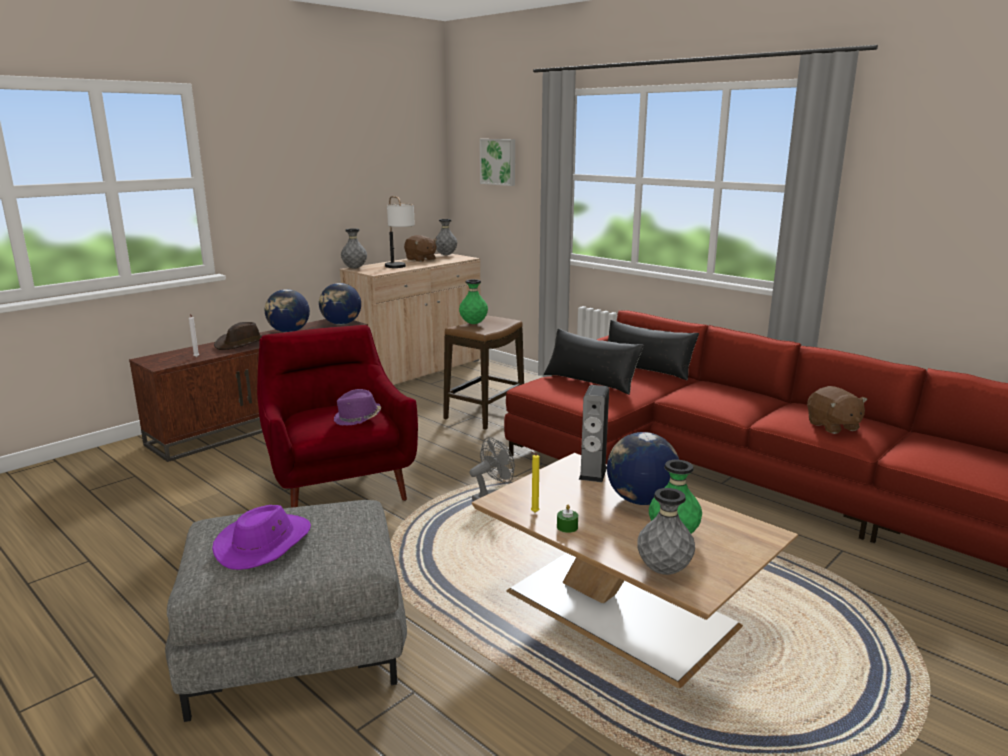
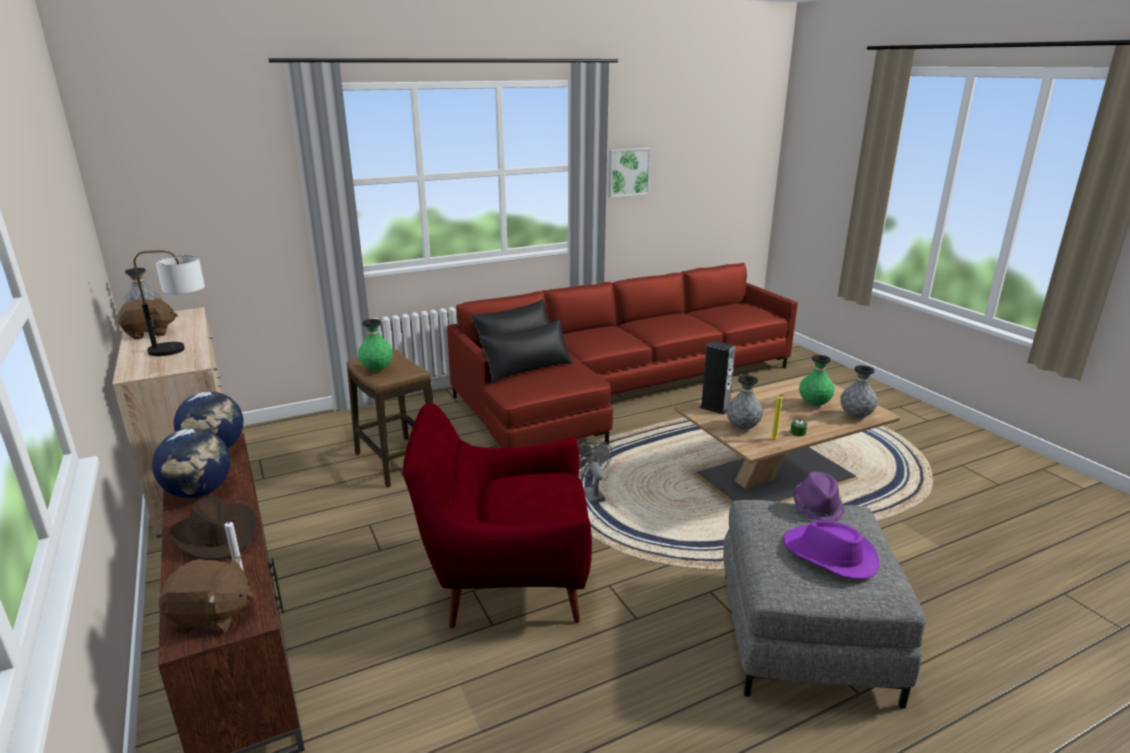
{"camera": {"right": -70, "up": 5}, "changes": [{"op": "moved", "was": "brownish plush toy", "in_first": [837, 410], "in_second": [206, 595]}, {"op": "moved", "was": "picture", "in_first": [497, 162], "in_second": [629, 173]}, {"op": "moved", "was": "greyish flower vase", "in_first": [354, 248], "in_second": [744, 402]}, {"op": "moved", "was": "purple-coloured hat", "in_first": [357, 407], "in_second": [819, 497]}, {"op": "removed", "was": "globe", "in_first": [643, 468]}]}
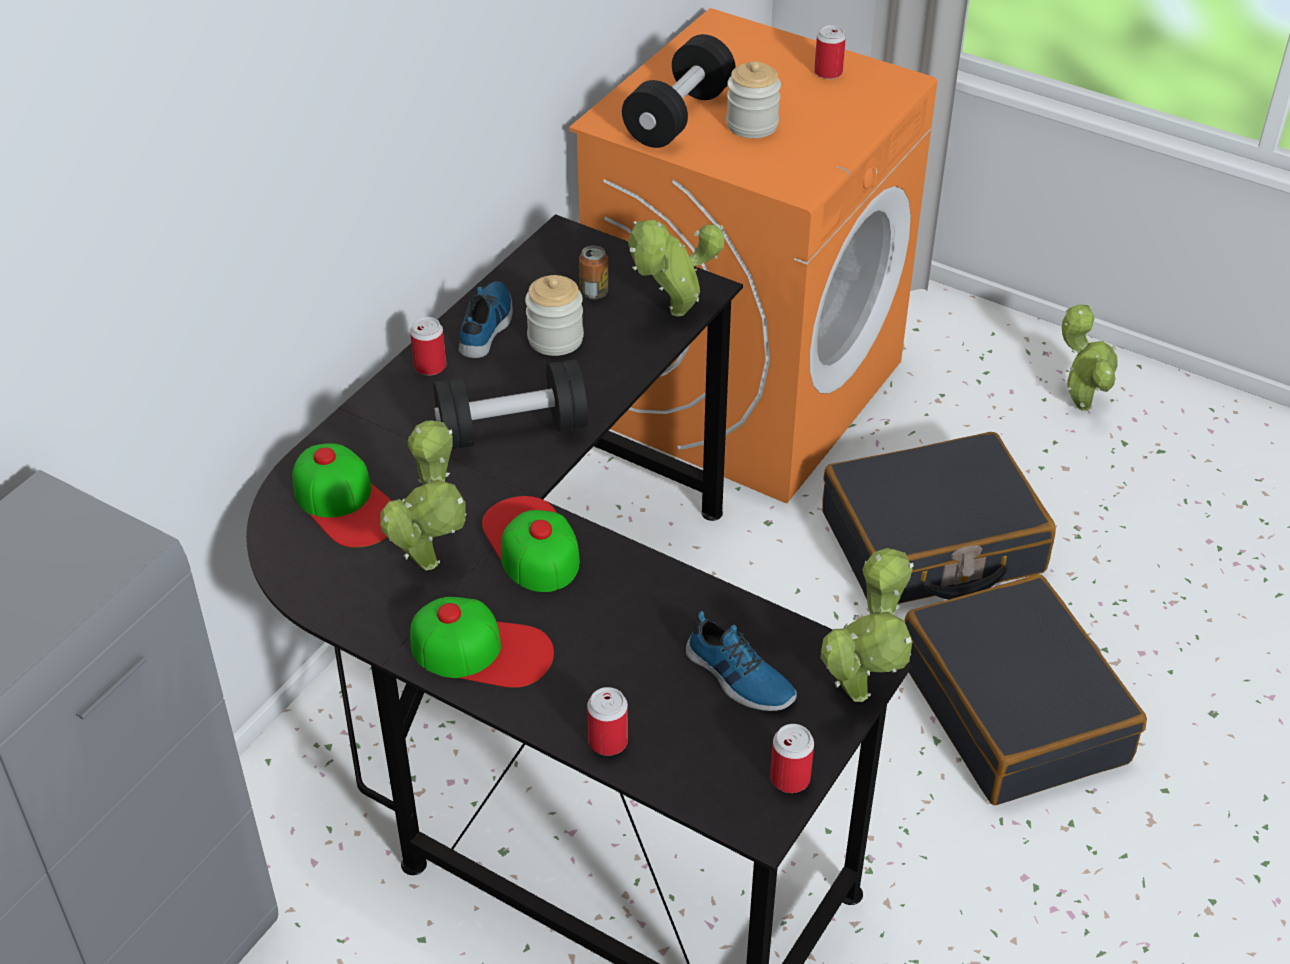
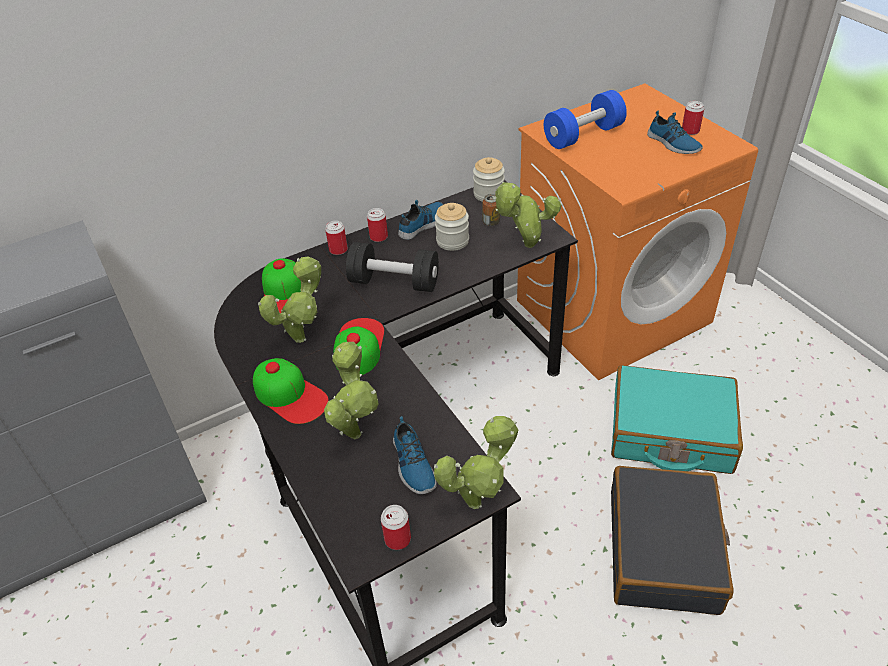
{"camera": {"right": 30, "up": 0}, "changes": [{"op": "moved", "was": "houseplant", "in_first": [1090, 357], "in_second": [351, 391]}, {"op": "moved", "was": "can", "in_first": [607, 721], "in_second": [336, 238]}, {"op": "moved", "was": "jar", "in_first": [753, 99], "in_second": [489, 179]}, {"op": "recoloured", "was": "black dumbbell", "now": "blue dumbbell", "in_first": [679, 91], "in_second": [585, 119]}, {"op": "recoloured", "was": "black travel case", "now": "turquoise travel case", "in_first": [939, 518], "in_second": [677, 419]}, {"op": "added", "now": "item of footwear", "in_second": [675, 132]}]}
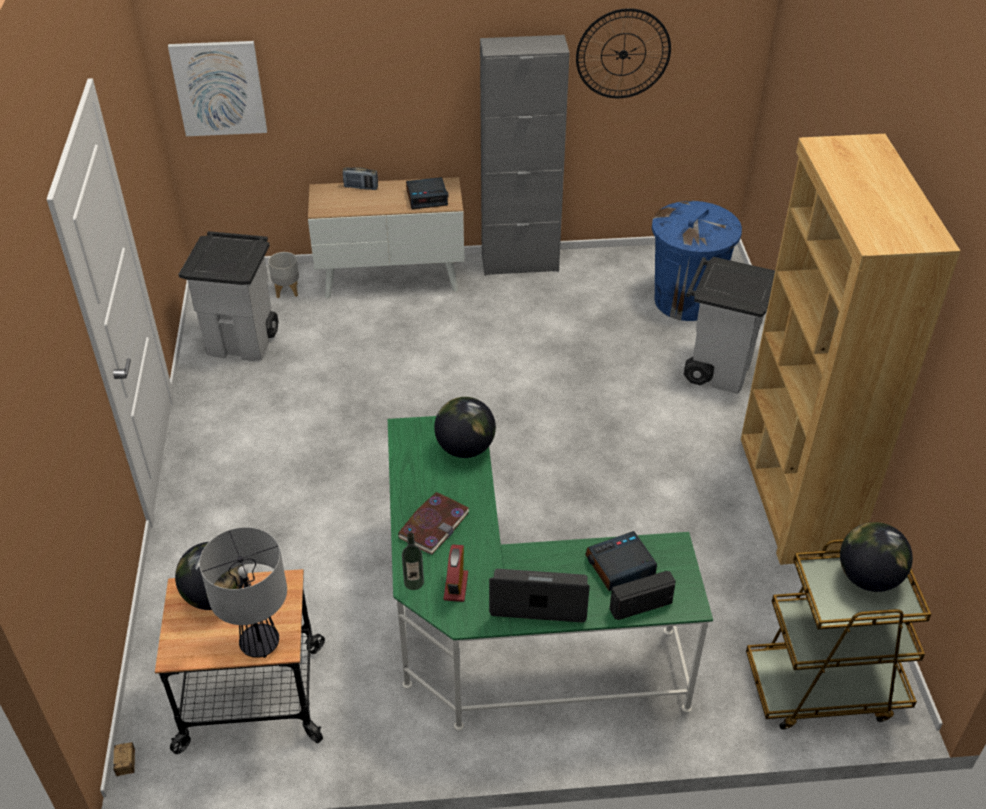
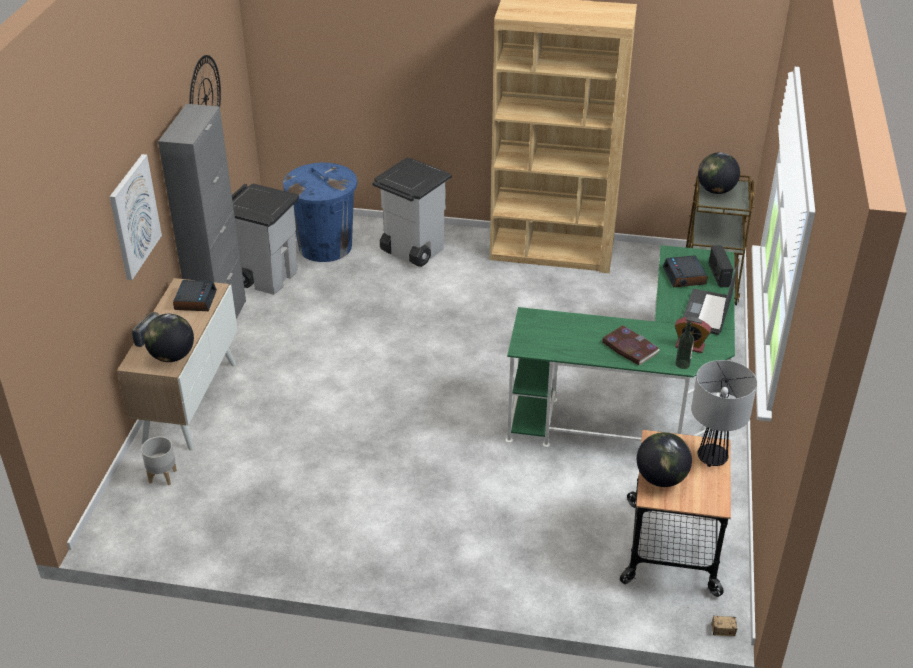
{"camera": {"right": -75, "up": -5}, "changes": [{"op": "moved", "was": "picture", "in_first": [217, 88], "in_second": [136, 217]}, {"op": "moved", "was": "globe", "in_first": [465, 427], "in_second": [169, 338]}, {"op": "moved", "was": "greyish trash can", "in_first": [228, 296], "in_second": [265, 239]}]}
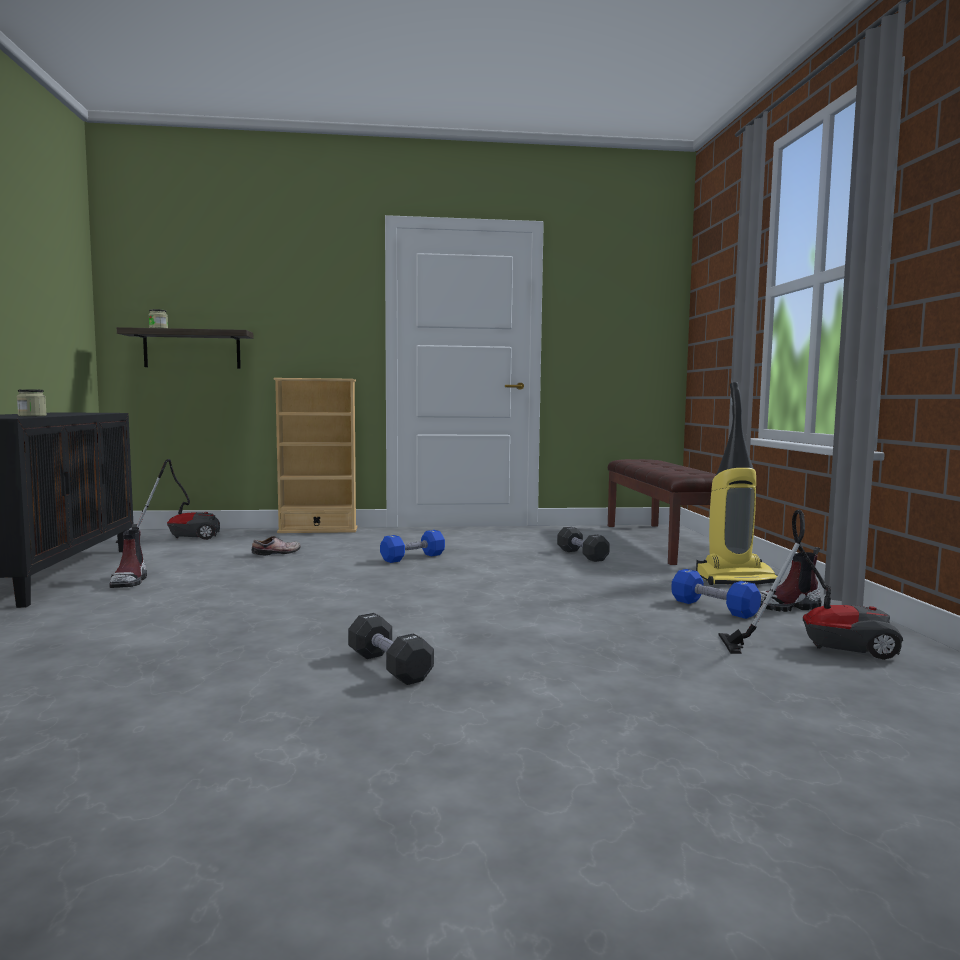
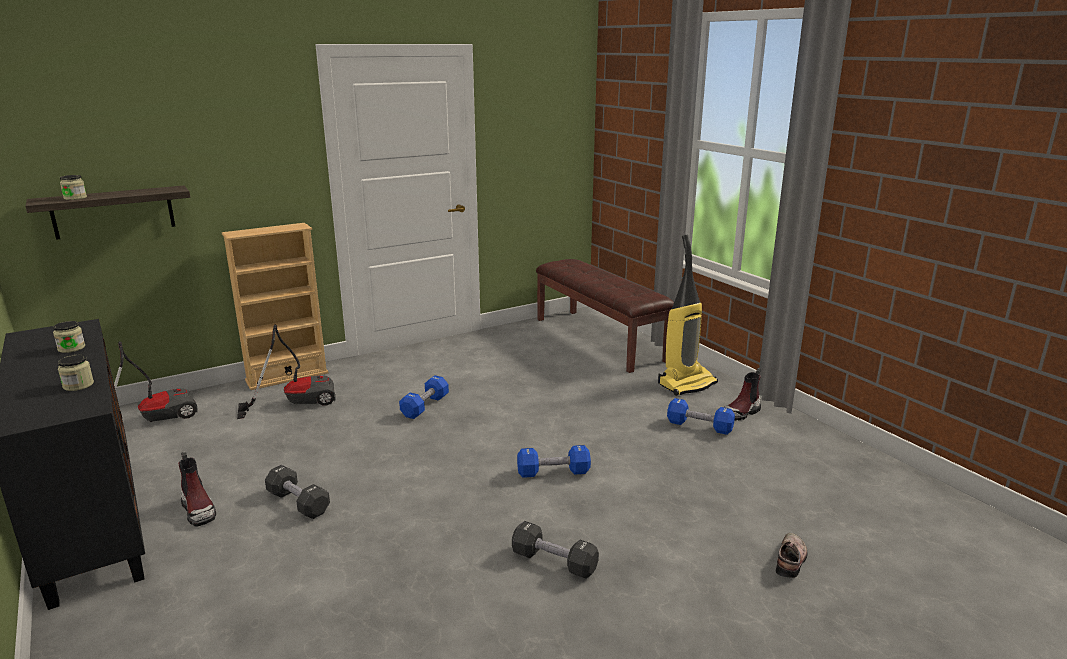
{"camera": {"right": -25, "up": 15}, "changes": [{"op": "added", "now": "jar", "in_second": [69, 337]}, {"op": "moved", "was": "hoover", "in_first": [810, 584], "in_second": [286, 371]}, {"op": "moved", "was": "black dumbbell", "in_first": [583, 544], "in_second": [297, 492]}, {"op": "added", "now": "blue dumbbell", "in_second": [554, 461]}, {"op": "moved", "was": "item of footwear", "in_first": [276, 546], "in_second": [792, 555]}]}
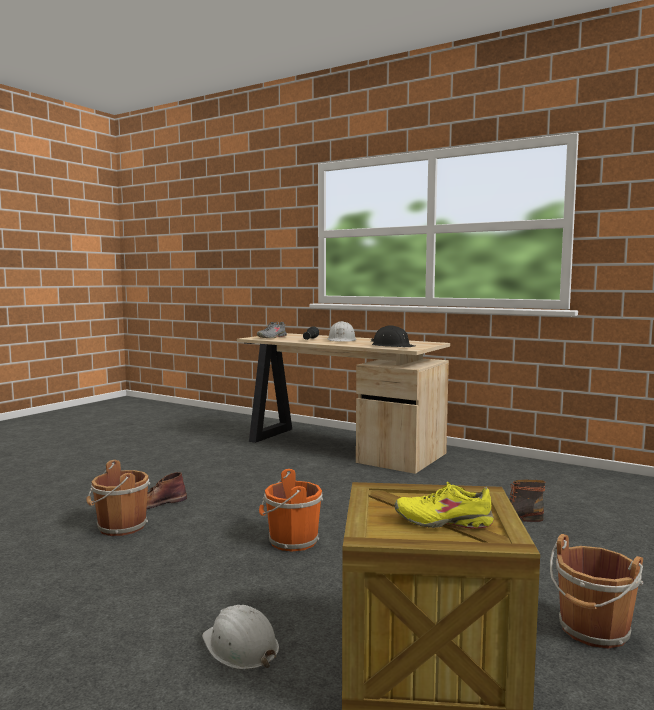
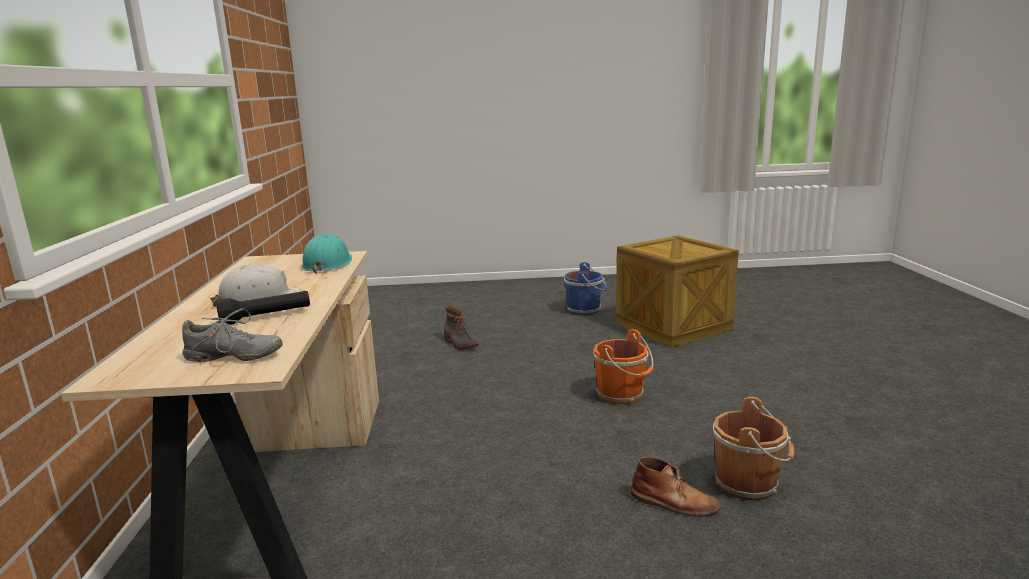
{"camera": {"right": -125, "up": 10}, "changes": [{"op": "recoloured", "was": "black work helmet", "now": "turquoise work helmet", "in_first": [393, 336], "in_second": [326, 254]}, {"op": "recoloured", "was": "brownish pail", "now": "blue pail", "in_first": [596, 591], "in_second": [585, 288]}, {"op": "removed", "was": "whitish work helmet", "in_first": [240, 637]}, {"op": "removed", "was": "yellow item of footwear", "in_first": [444, 505]}]}
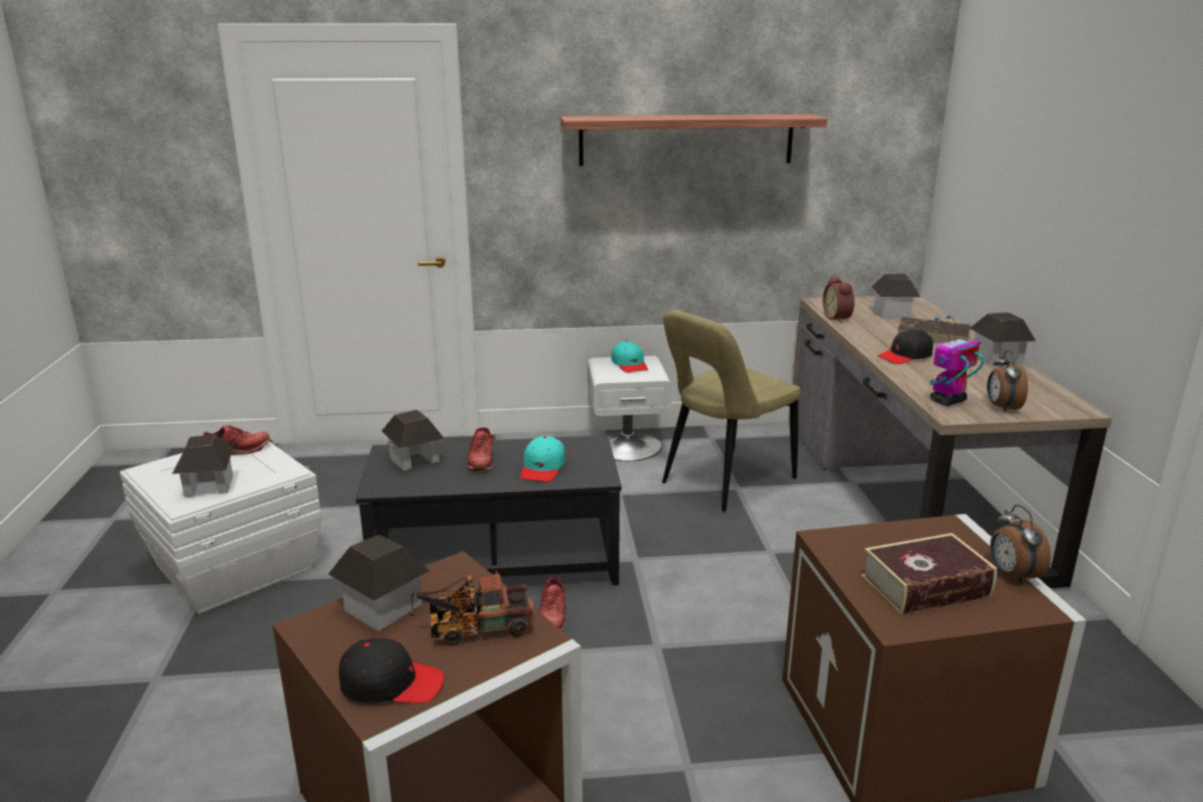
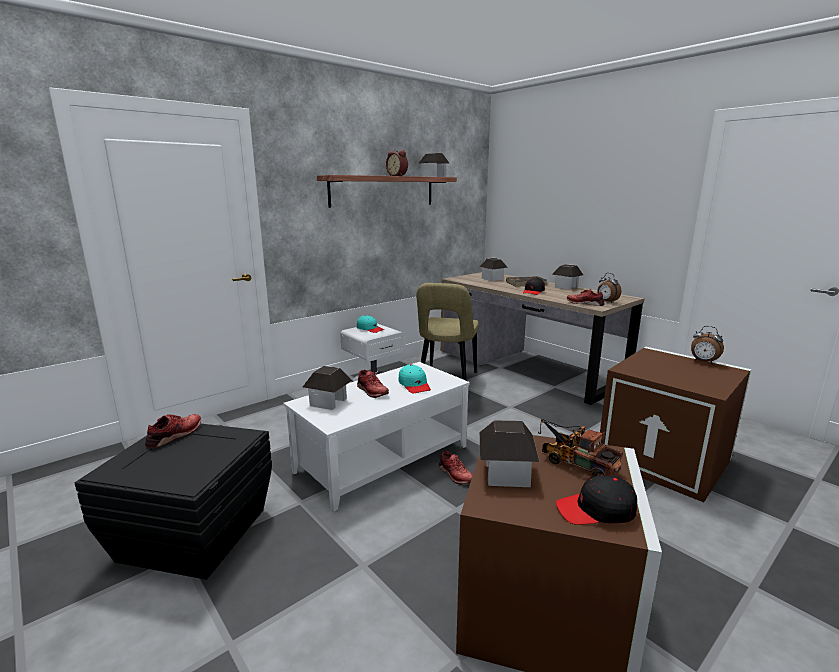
{"camera": {"right": -35, "up": -5}, "changes": [{"op": "recoloured", "was": "whitish storage box", "now": "black storage box", "in_first": [221, 523], "in_second": [173, 502]}, {"op": "recoloured", "was": "black lounge table", "now": "whitish lounge table", "in_first": [489, 510], "in_second": [377, 437]}, {"op": "moved", "was": "alarm clock", "in_first": [839, 299], "in_second": [397, 163]}, {"op": "moved", "was": "model house", "in_first": [203, 466], "in_second": [434, 165]}, {"op": "turned", "was": "toy truck", "in_first": [472, 608], "in_second": [580, 448], "clockwise": 90}, {"op": "turned", "was": "black peaked cap", "in_first": [391, 671], "in_second": [596, 500], "clockwise": -150}, {"op": "replaced", "was": "robot figure", "now": "red item of footwear", "in_first": [957, 360], "in_second": [586, 297]}, {"op": "removed", "was": "book", "in_first": [929, 574]}]}
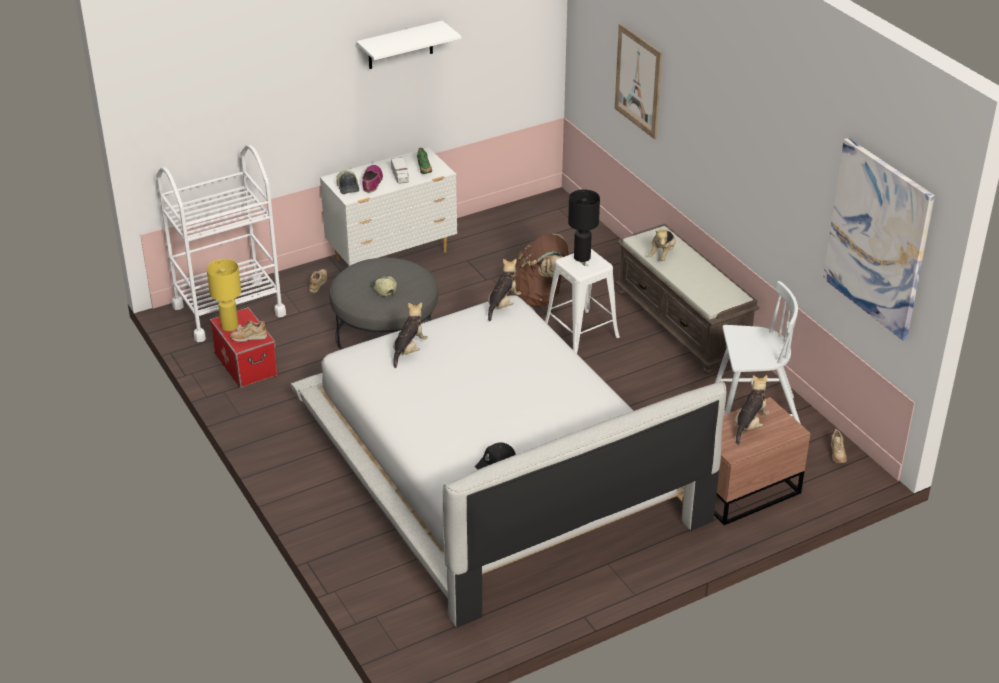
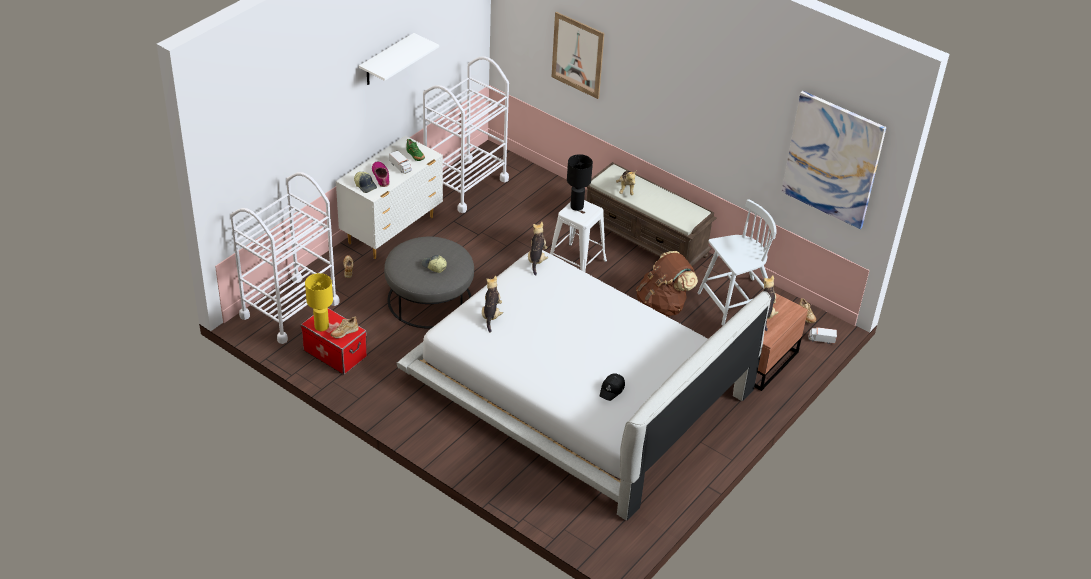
{"camera": {"right": -25, "up": 5}, "changes": [{"op": "added", "now": "whitish trolley", "in_second": [466, 134]}, {"op": "moved", "was": "brownish backpack", "in_first": [539, 270], "in_second": [667, 284]}, {"op": "added", "now": "toy truck", "in_second": [822, 335]}]}
